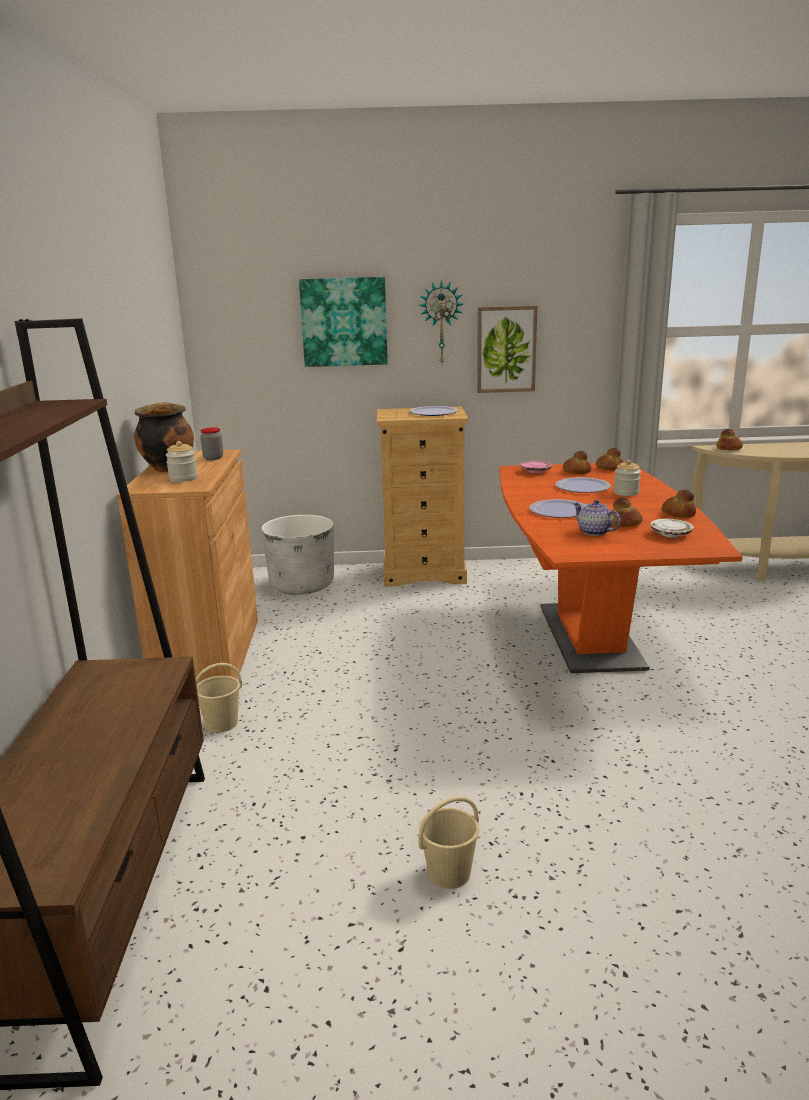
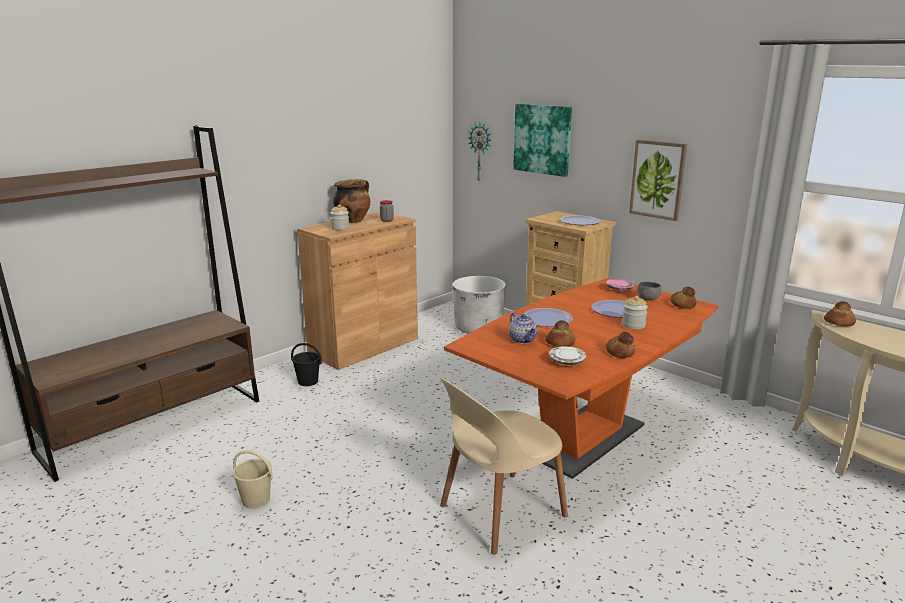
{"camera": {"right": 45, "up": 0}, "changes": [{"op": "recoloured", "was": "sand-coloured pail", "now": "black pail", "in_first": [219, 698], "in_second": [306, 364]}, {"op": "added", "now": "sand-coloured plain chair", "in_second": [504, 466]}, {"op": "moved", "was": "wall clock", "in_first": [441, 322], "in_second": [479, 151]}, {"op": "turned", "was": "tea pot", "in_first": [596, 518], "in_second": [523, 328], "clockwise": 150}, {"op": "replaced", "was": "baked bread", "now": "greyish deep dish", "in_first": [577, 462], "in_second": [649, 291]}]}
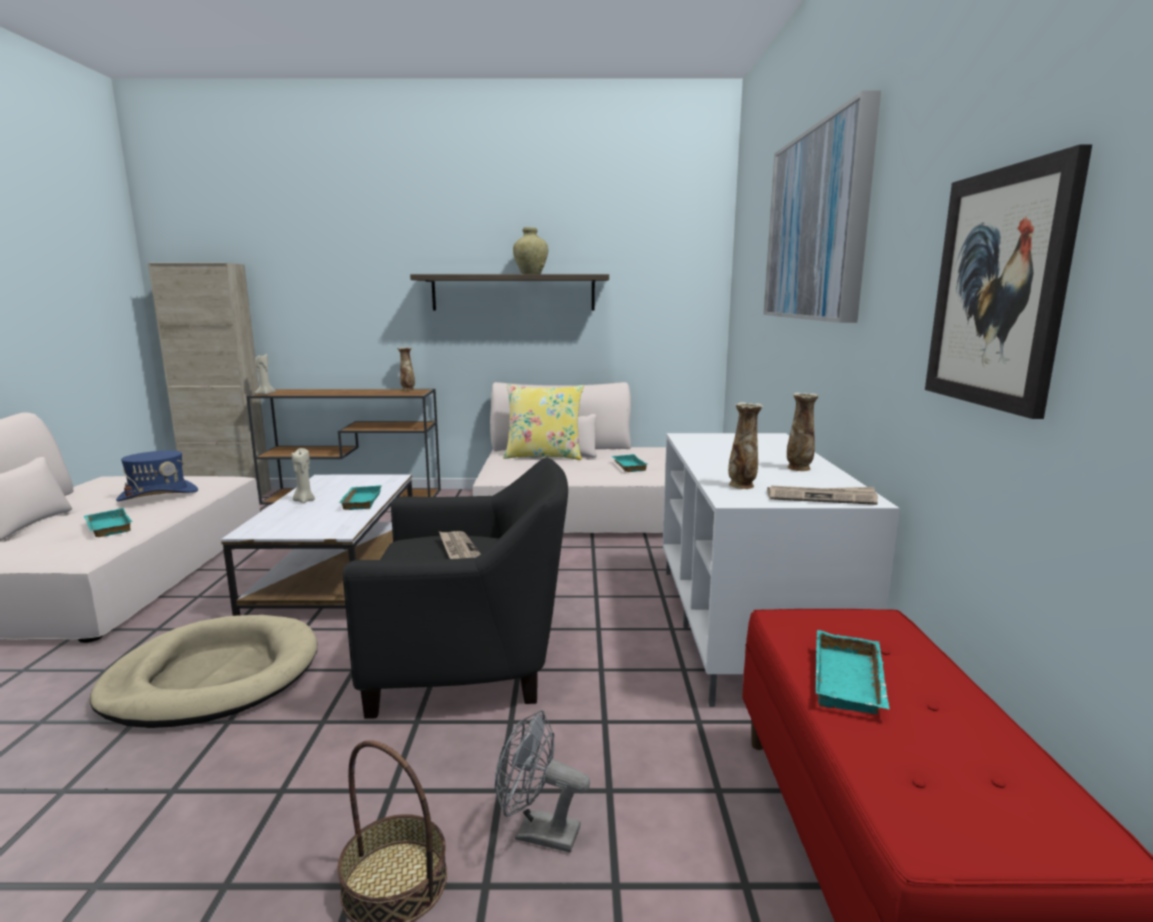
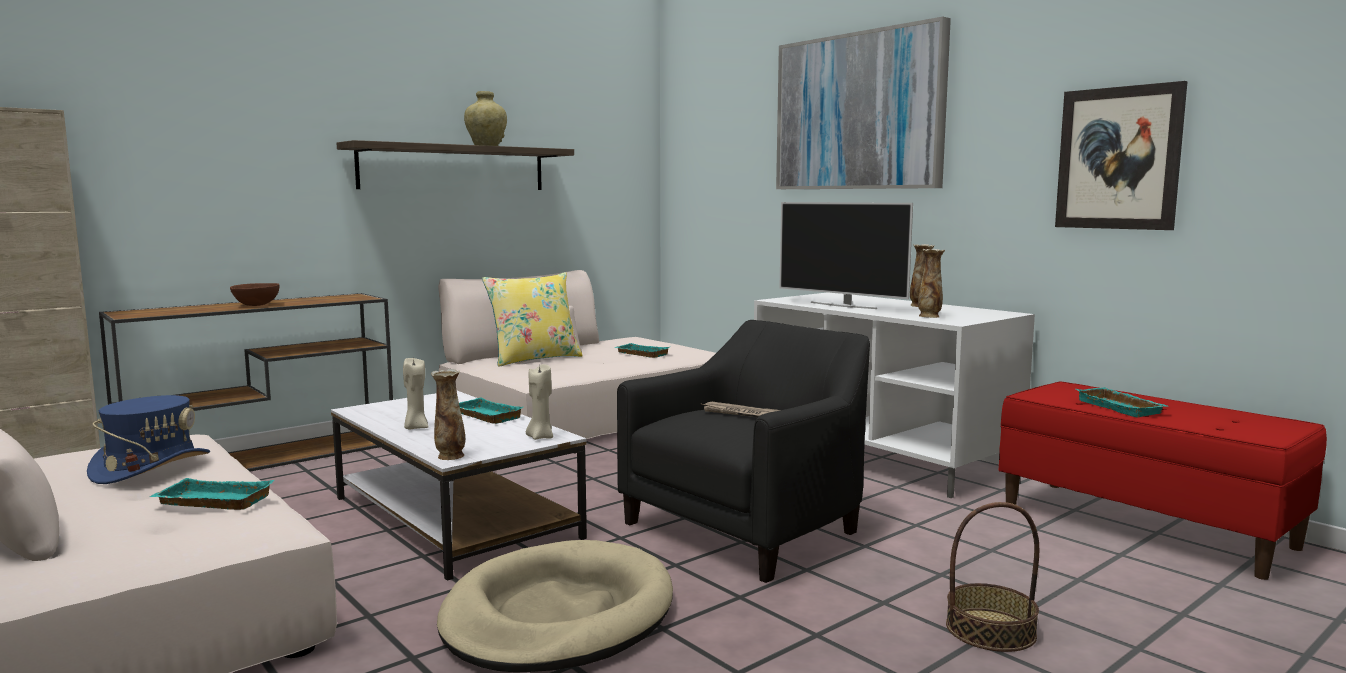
{"camera": {"right": -40, "up": -5}, "changes": [{"op": "added", "now": "brownish deep dish", "in_second": [255, 294]}, {"op": "moved", "was": "flower vase", "in_first": [406, 369], "in_second": [448, 414]}, {"op": "moved", "was": "sand-coloured wax light", "in_first": [265, 374], "in_second": [539, 402]}, {"op": "added", "now": "TV set", "in_second": [846, 255]}, {"op": "removed", "was": "greyish cooling fan", "in_first": [542, 781]}, {"op": "removed", "was": "newspaper", "in_first": [822, 495]}]}
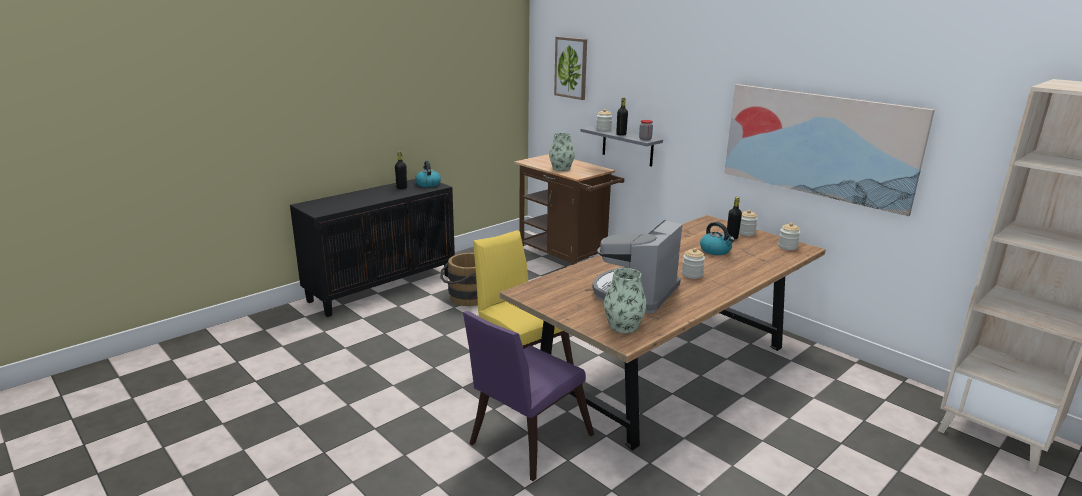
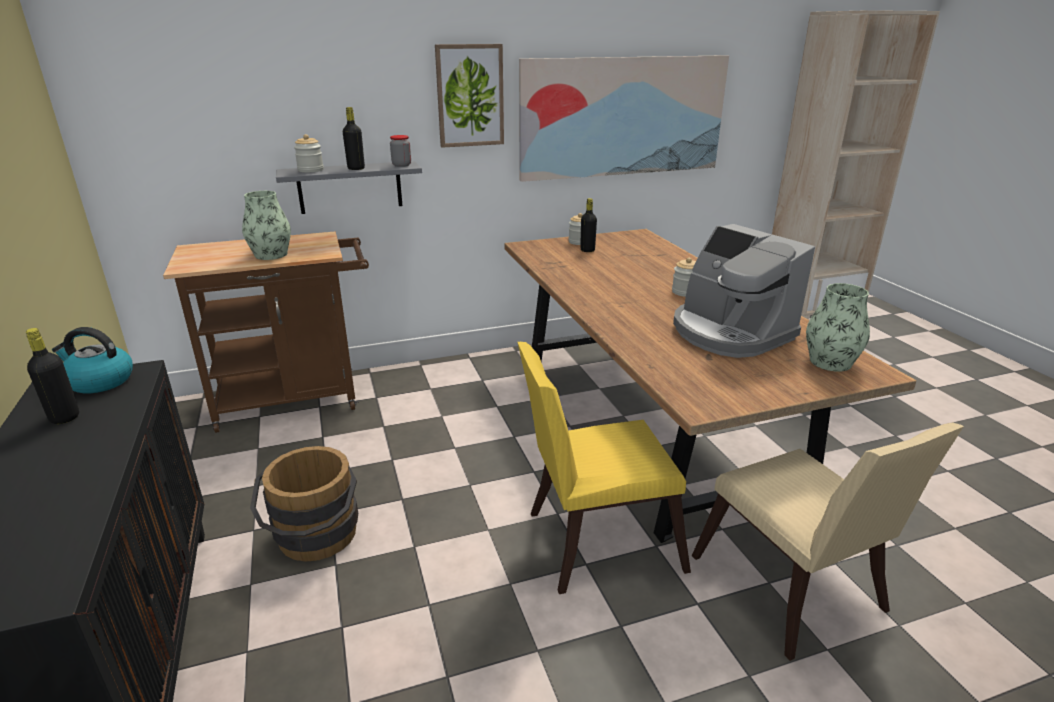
{"camera": {"right": -65, "up": 5}, "changes": [{"op": "moved", "was": "picture", "in_first": [570, 68], "in_second": [469, 96]}, {"op": "recoloured", "was": "purple-coloured plain chair", "now": "sand-coloured plain chair", "in_first": [528, 396], "in_second": [828, 542]}, {"op": "removed", "was": "water kettle", "in_first": [717, 238]}, {"op": "removed", "was": "jar", "in_first": [789, 236]}]}
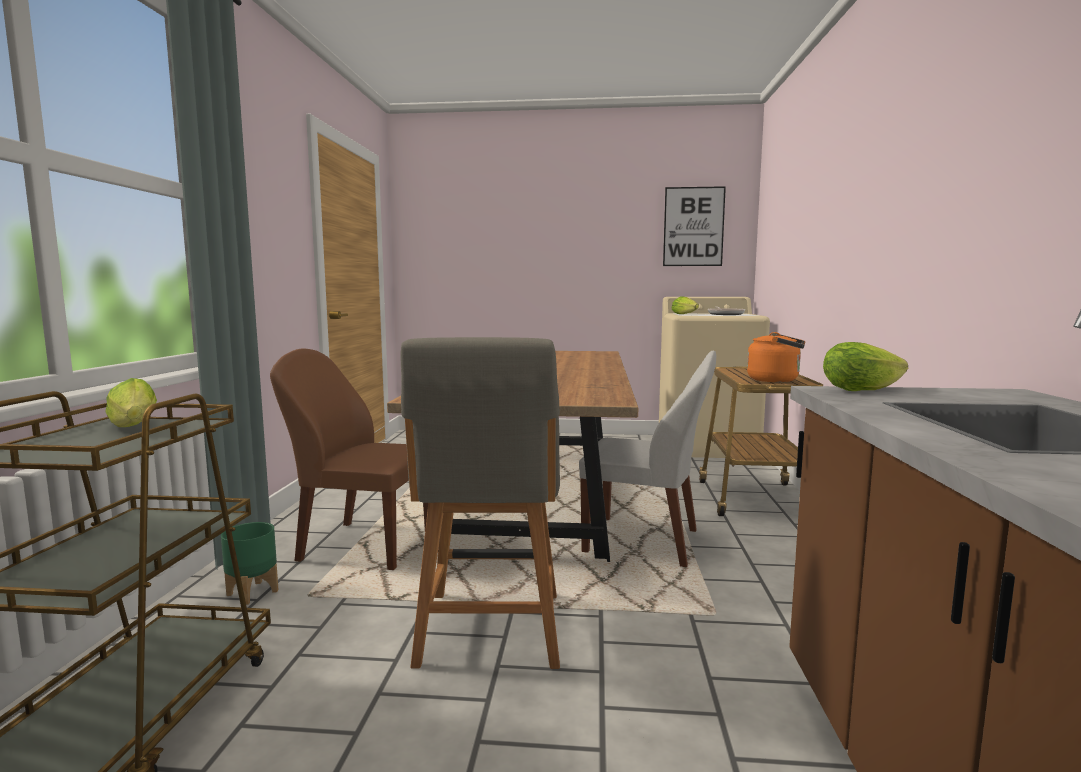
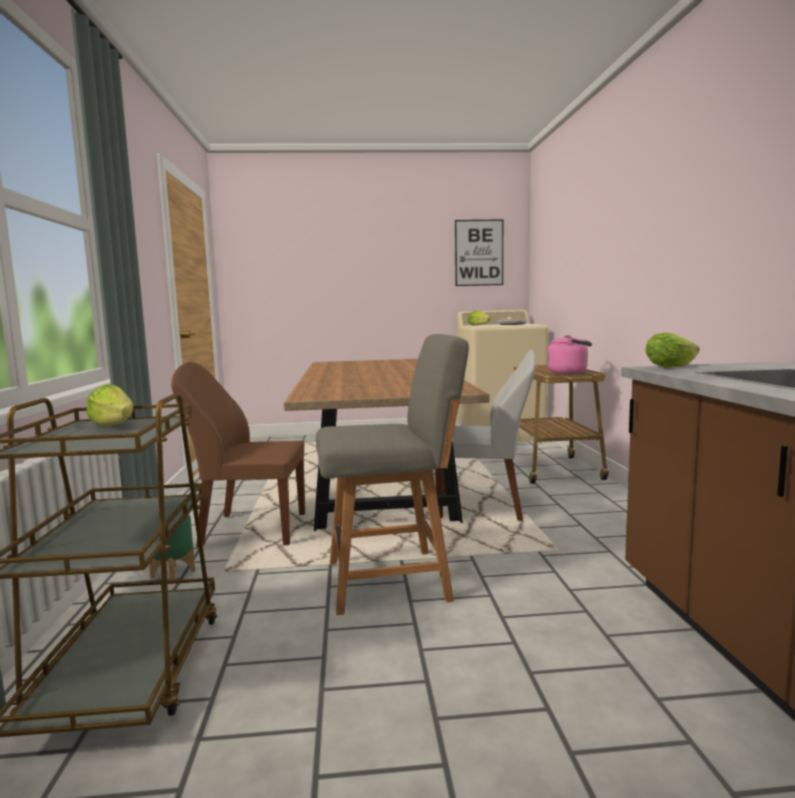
{"camera": {"right": -10, "up": 0}, "changes": [{"op": "turned", "was": "greyish plain chair", "in_first": [480, 503], "in_second": [392, 474], "clockwise": -90}, {"op": "recoloured", "was": "orangey water kettle", "now": "pinkish water kettle", "in_first": [776, 357], "in_second": [569, 354]}]}
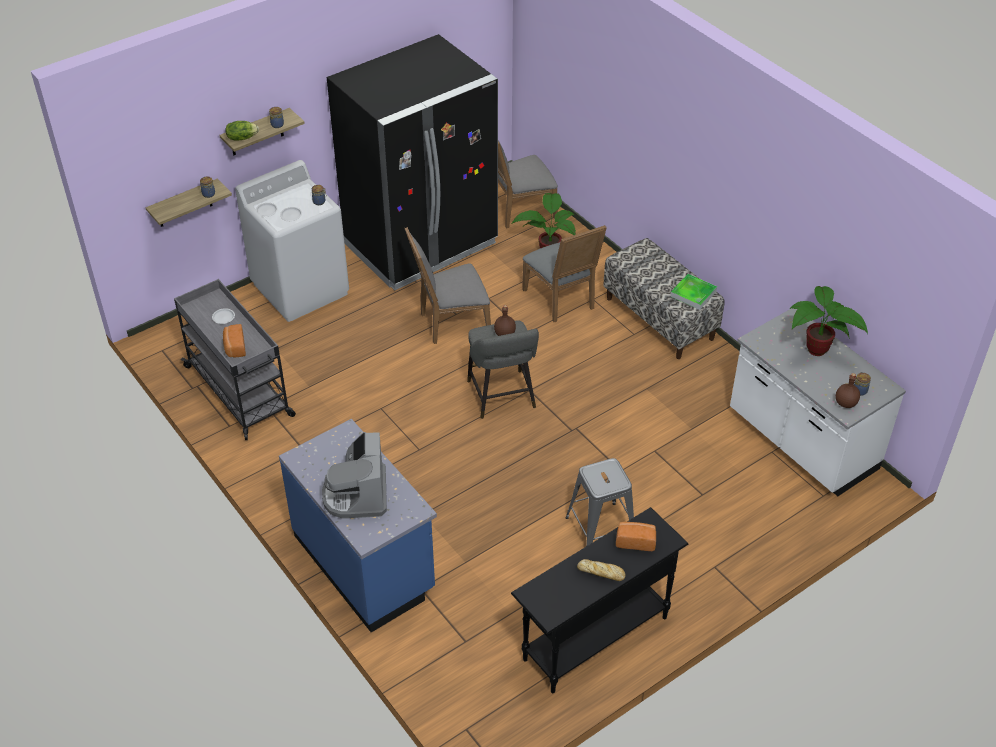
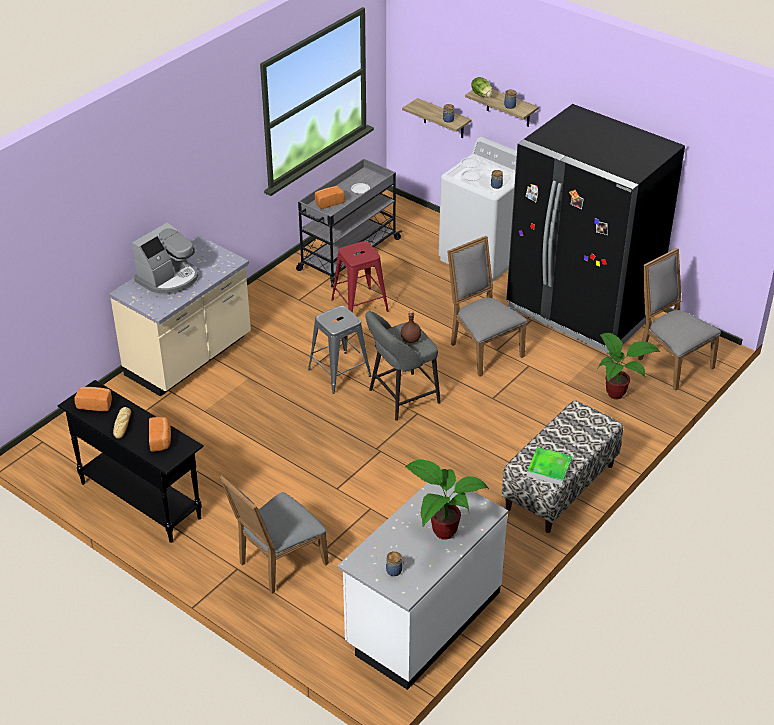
{"camera": {"right": 75, "up": -5}, "changes": [{"op": "added", "now": "baked bread", "in_second": [93, 399]}, {"op": "recoloured", "was": "blue kitchen counter", "now": "sand-coloured kitchen counter", "in_first": [358, 525], "in_second": [180, 316]}, {"op": "turned", "was": "coffee machine", "in_first": [354, 475], "in_second": [165, 258], "clockwise": 150}, {"op": "moved", "was": "greyish plain chair", "in_first": [564, 273], "in_second": [274, 534]}, {"op": "moved", "was": "greyish sitting stool", "in_first": [600, 502], "in_second": [339, 349]}, {"op": "added", "now": "red sitting stool", "in_second": [360, 277]}, {"op": "removed", "was": "brownish bottle", "in_first": [848, 390]}]}
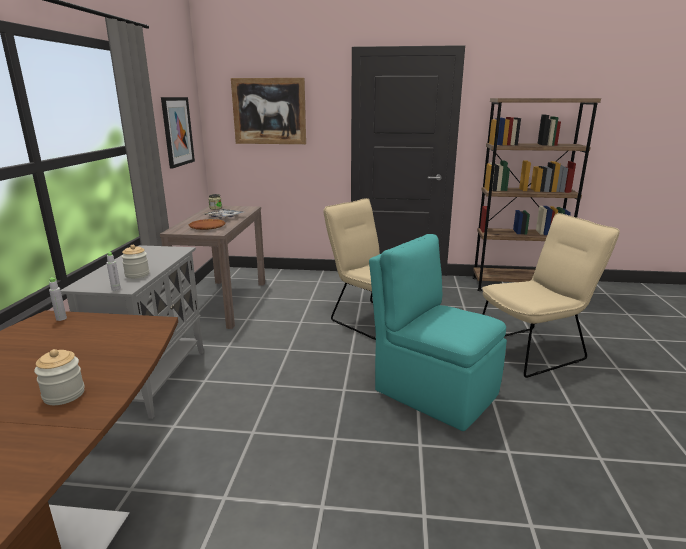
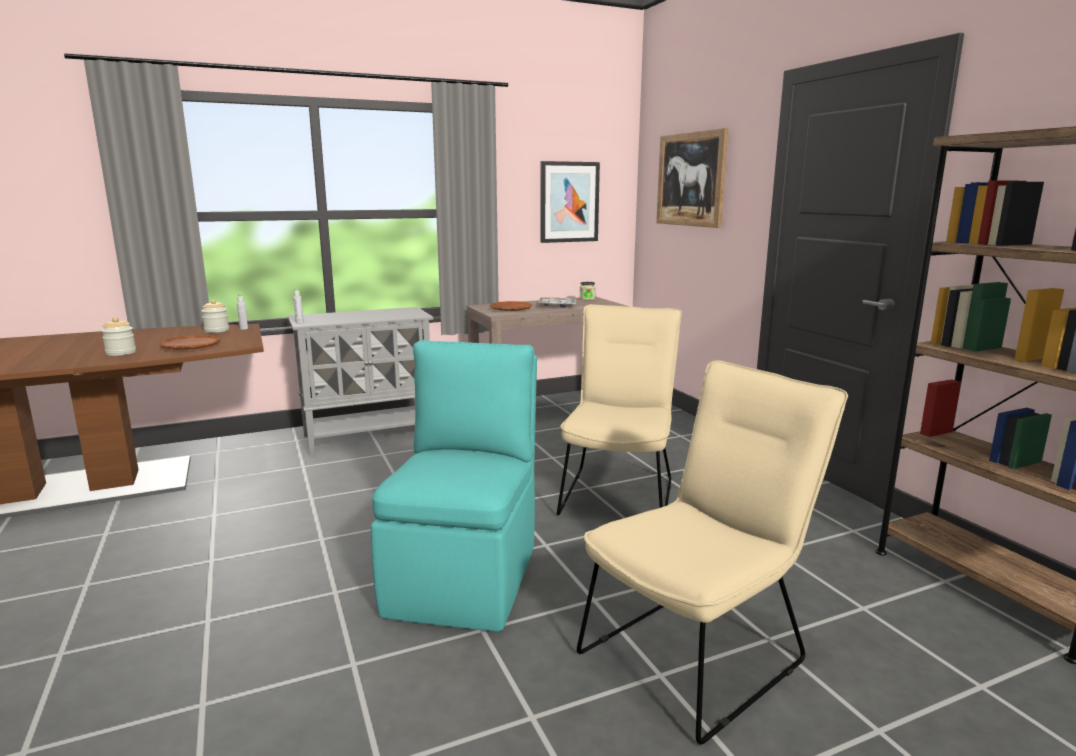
{"camera": {"right": 60, "up": -5}, "changes": [{"op": "added", "now": "brownish dinner plate", "in_second": [190, 342]}, {"op": "moved", "was": "jar", "in_first": [135, 262], "in_second": [215, 316]}, {"op": "turned", "was": "sand-coloured plain chair", "in_first": [551, 295], "in_second": [712, 552], "clockwise": -75}]}
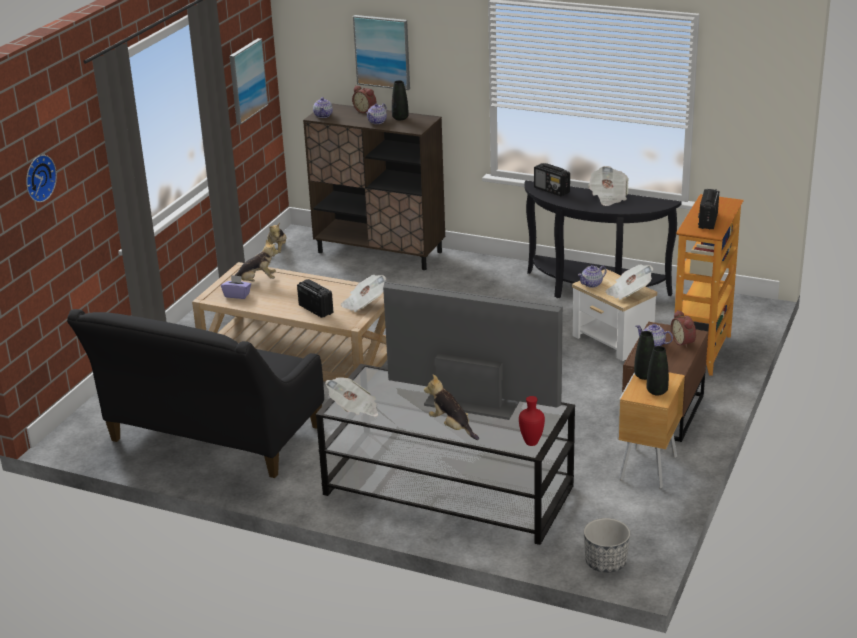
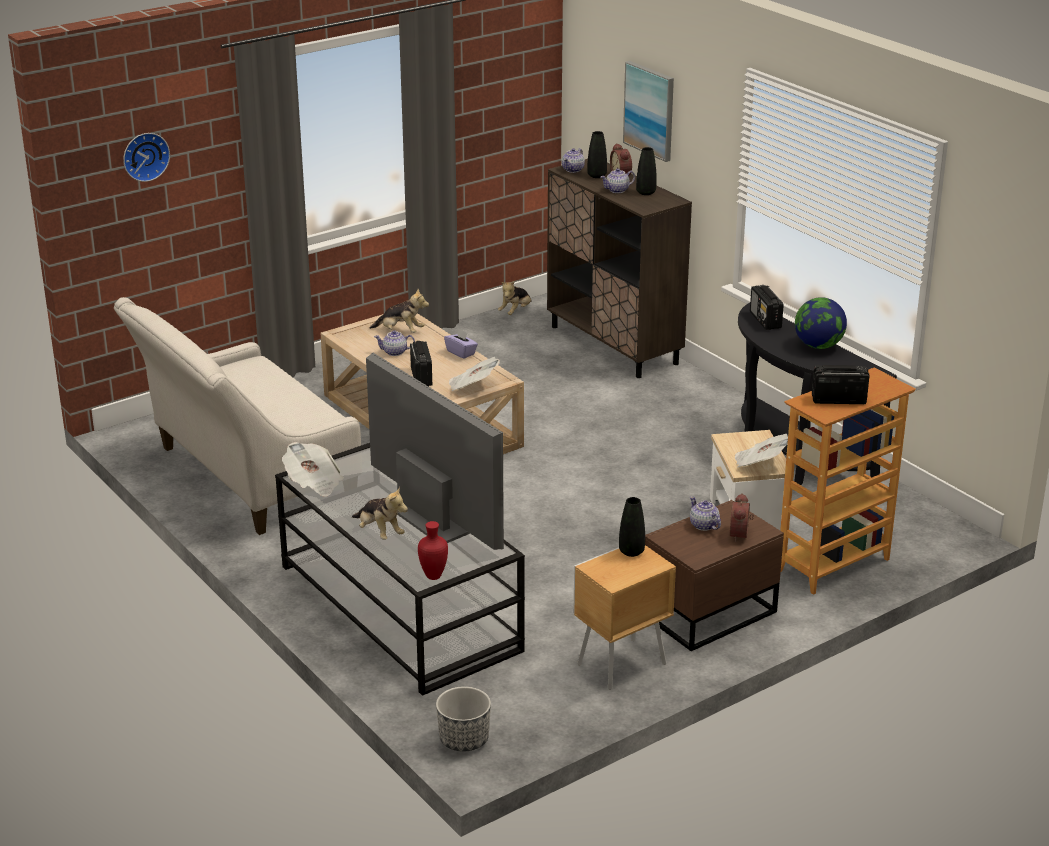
{"camera": {"right": 30, "up": 0}, "changes": [{"op": "recoloured", "was": "black couch", "now": "sand-coloured couch", "in_first": [195, 393], "in_second": [237, 416]}, {"op": "turned", "was": "plush toy", "in_first": [451, 407], "in_second": [380, 513], "clockwise": 150}, {"op": "moved", "was": "tea pot", "in_first": [592, 276], "in_second": [394, 343]}, {"op": "moved", "was": "purple-coloured tissue holder", "in_first": [236, 287], "in_second": [461, 343]}, {"op": "moved", "was": "black flower vase", "in_first": [658, 371], "in_second": [597, 154]}, {"op": "replaced", "was": "newspaper", "now": "globe", "in_first": [608, 186], "in_second": [821, 323]}, {"op": "turned", "was": "radio set", "in_first": [708, 209], "in_second": [840, 384], "clockwise": 45}, {"op": "removed", "was": "picture", "in_first": [248, 81]}]}
